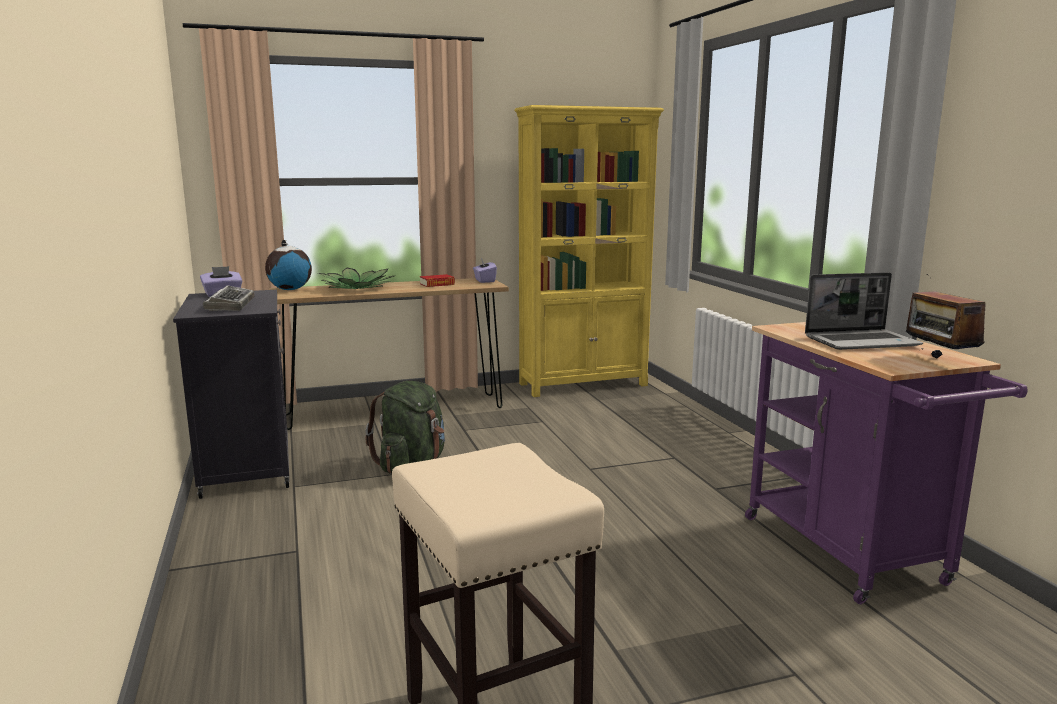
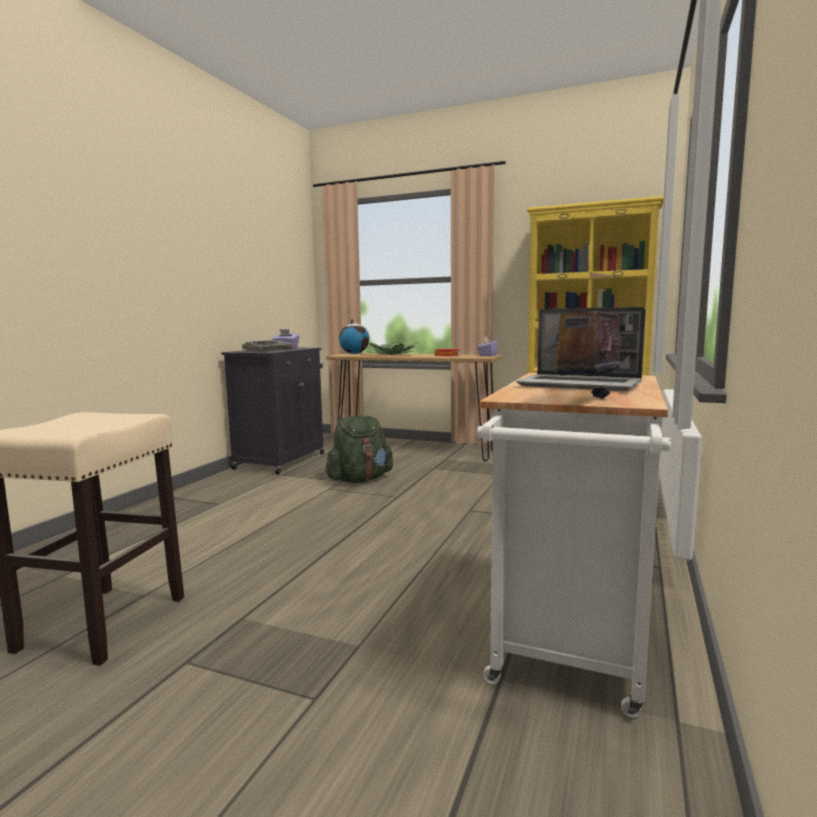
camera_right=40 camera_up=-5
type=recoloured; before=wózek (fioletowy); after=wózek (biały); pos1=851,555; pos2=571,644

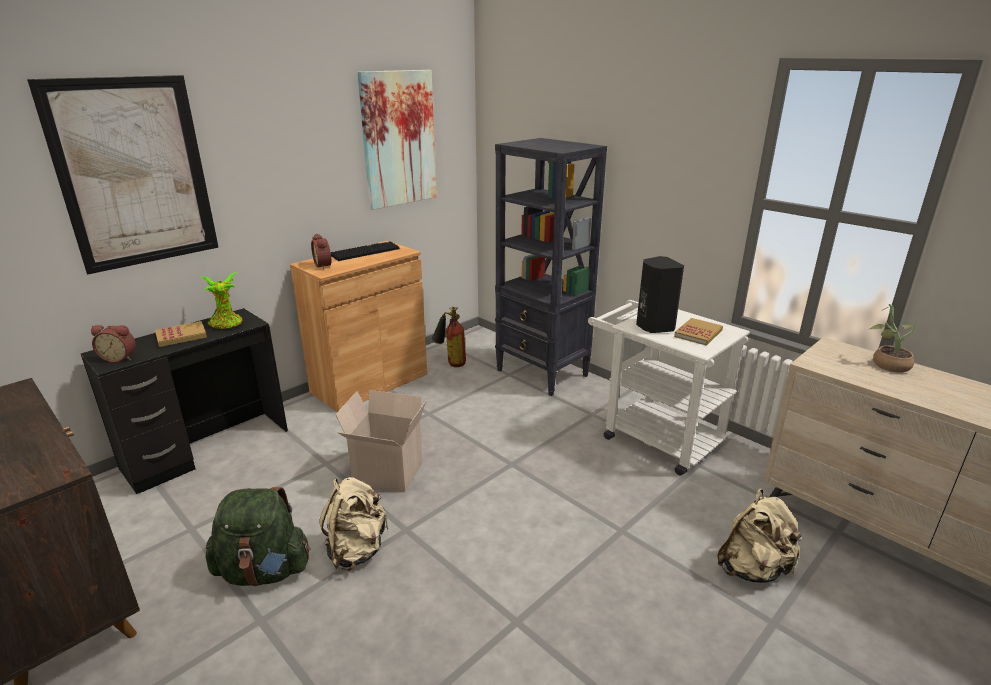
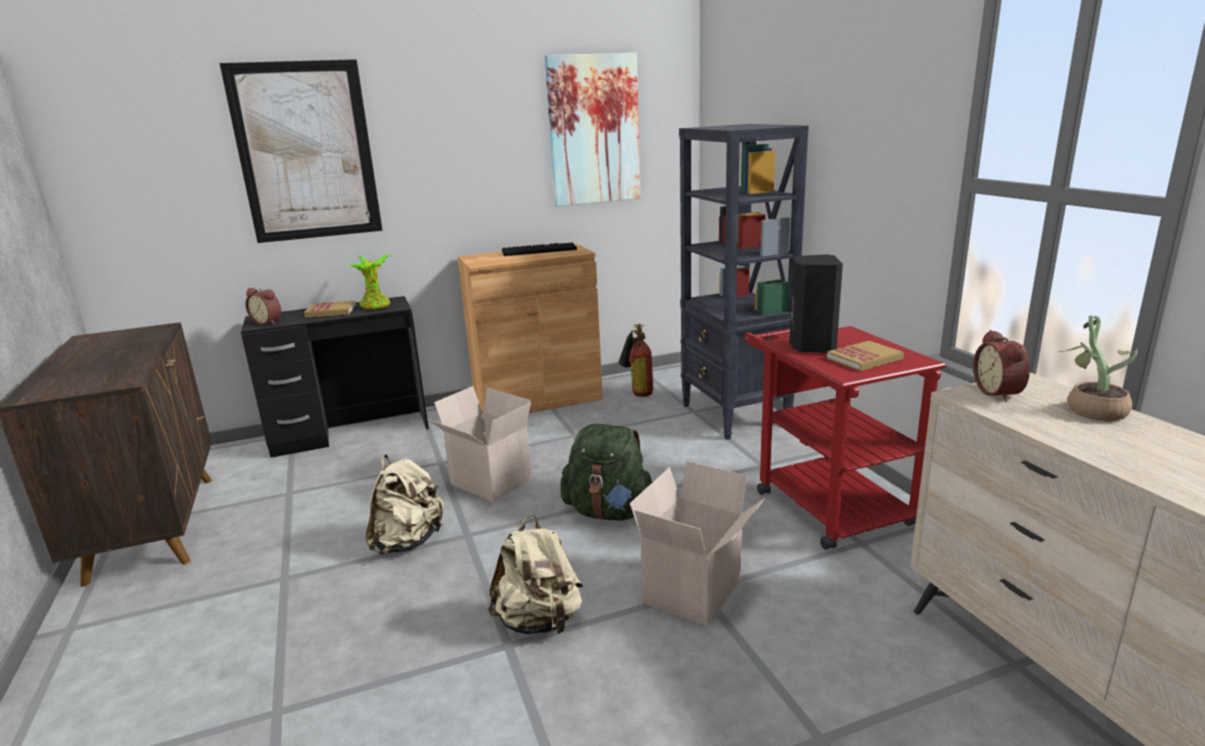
camera_right=25 camera_up=-5
type=moved; before=plecak (zielony); pos1=264,571; pos2=609,512
type=moved; before=budzik; pos1=324,265; pos2=1000,393
type=recoloured; before=wózek (biały); after=wózek (czerwony); pos1=653,436; pos2=824,501
type=moved; before=plecak (beżowy); pos1=753,568; pos2=539,621
type=added; after=karton; pos2=694,593

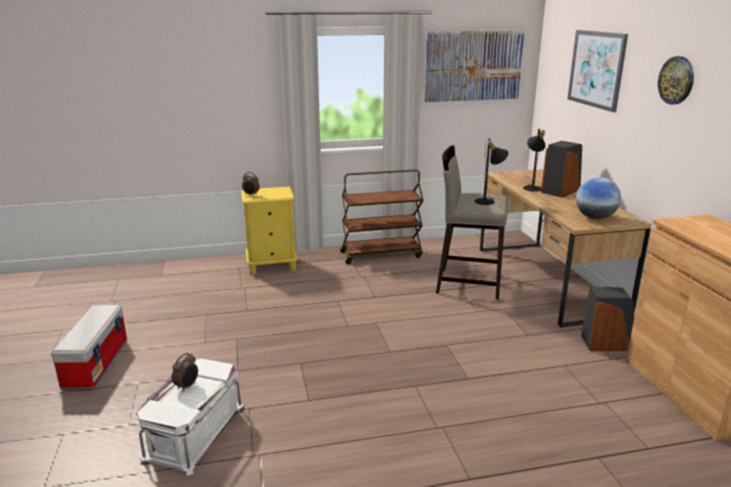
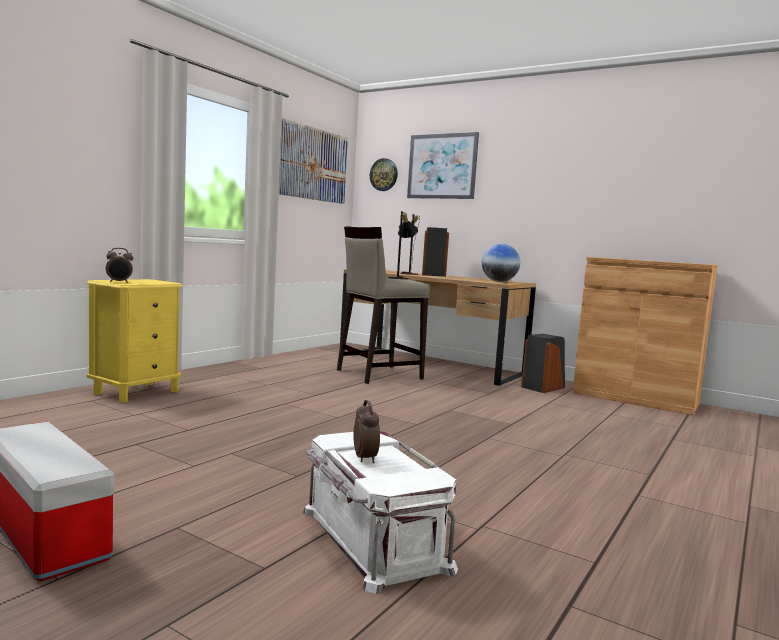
camera_right=-45 camera_up=-15
type=removed; before=wózek (brązowy); pos1=381,254
type=moved; before=zegar ścienny; pos1=676,80; pos2=384,174

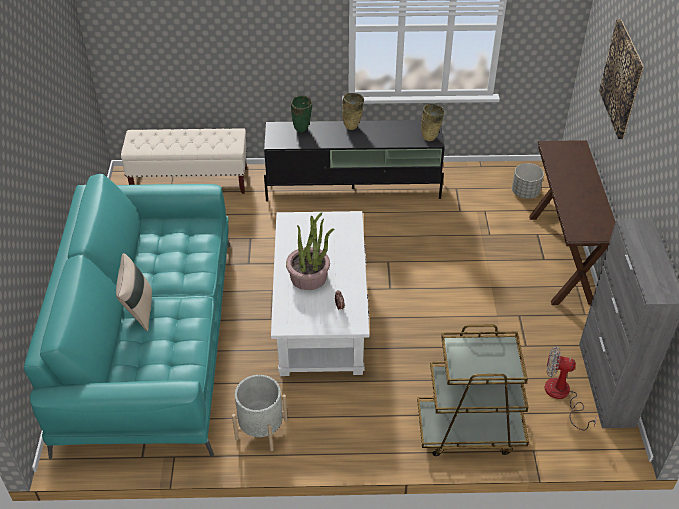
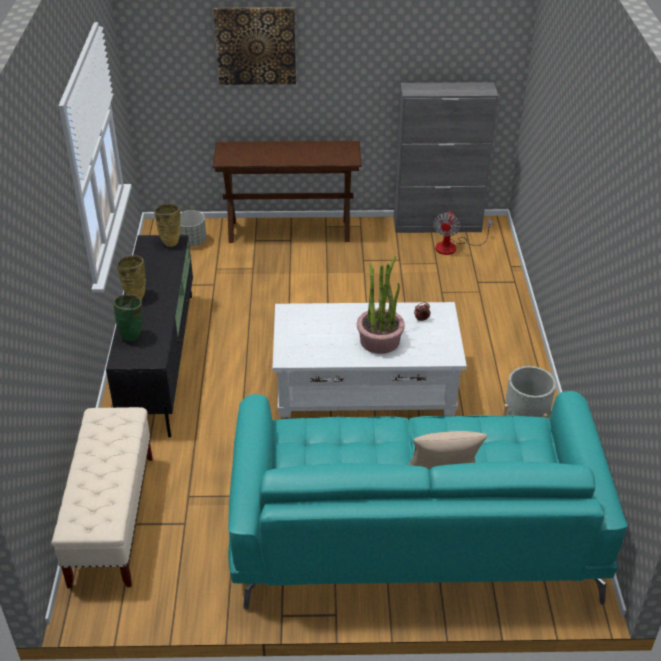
camera_right=-90 camera_up=-5
type=removed; before=wózek (brązowy); pos1=469,430

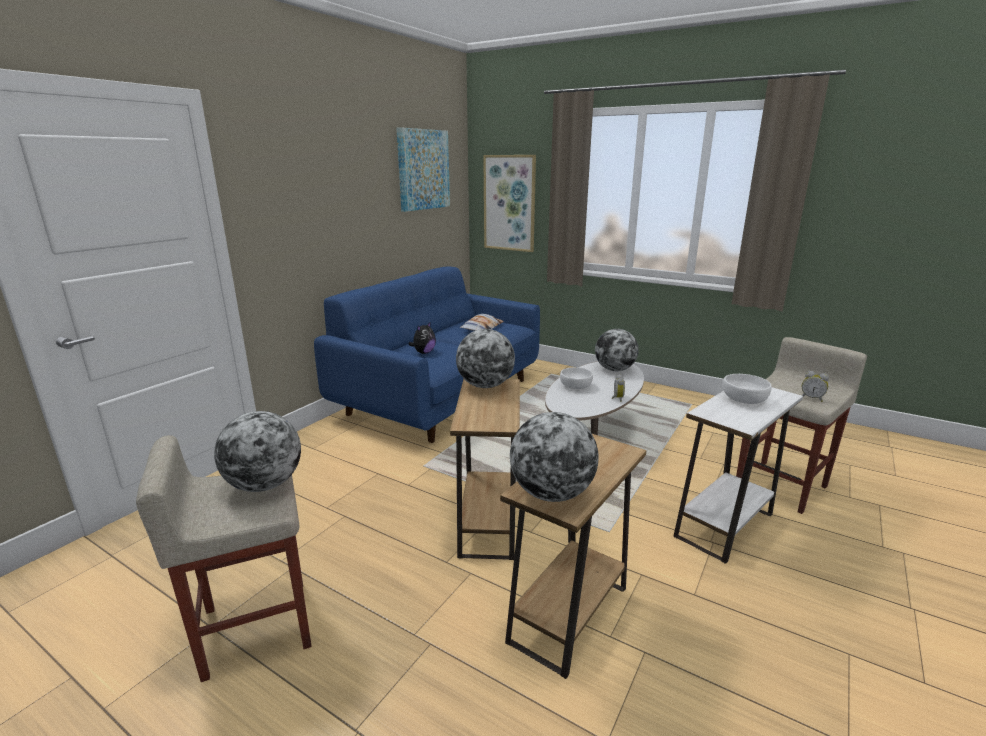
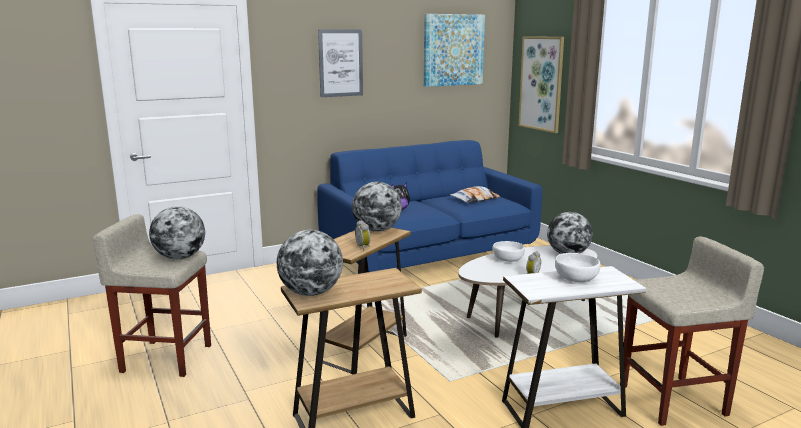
camera_right=30 camera_up=-5
type=moved; before=budzik; pos1=812,398; pos2=364,247
type=added; after=obraz; pos2=340,63

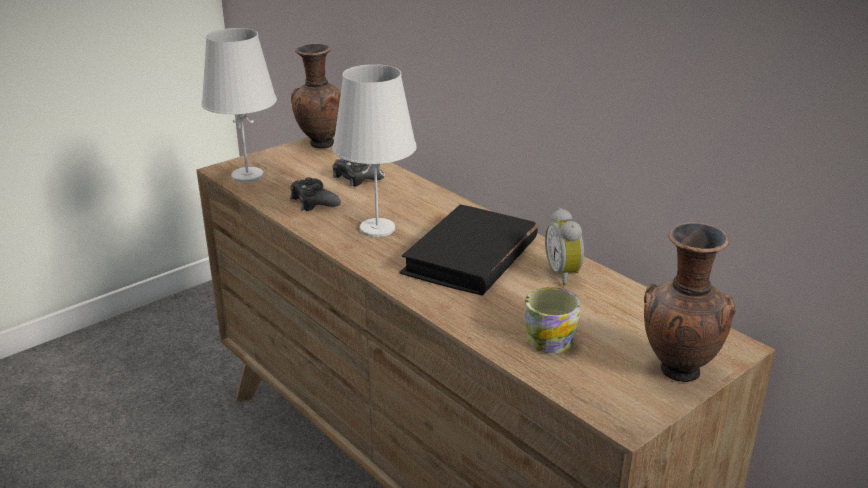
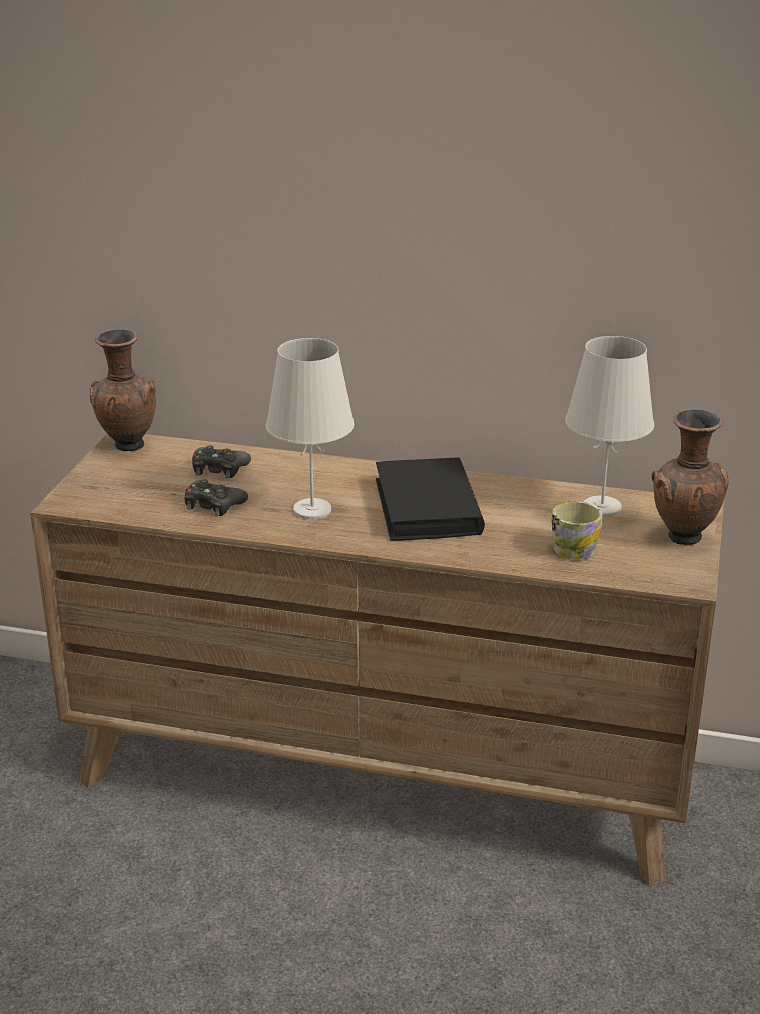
camera_right=-35 camera_up=0
type=moved; before=lampa stołowa (biały); pos1=248,175; pos2=602,507
type=removed; before=budzik; pos1=565,274

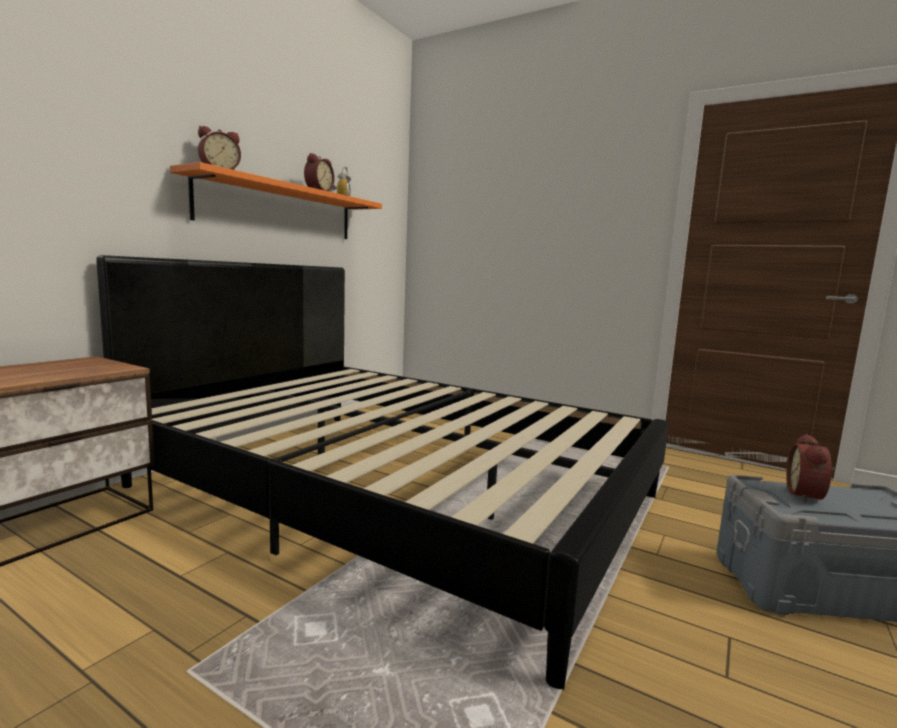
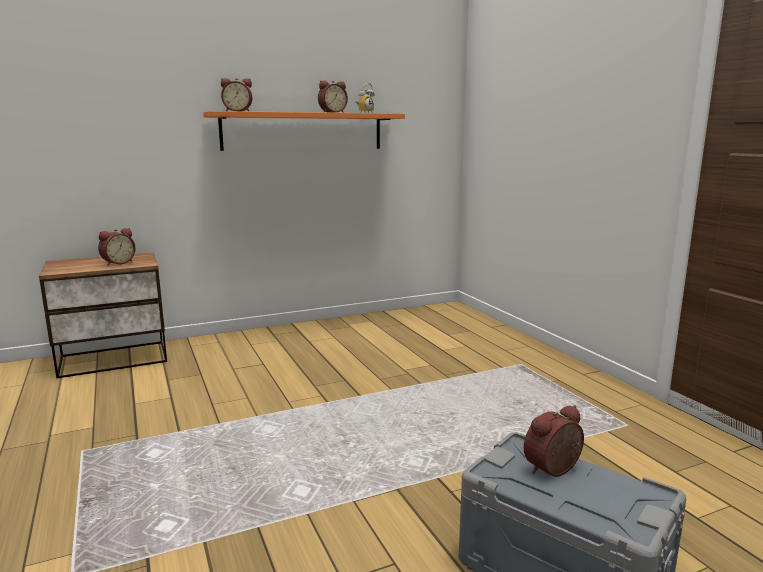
camera_right=35 camera_up=5
type=removed; before=łóżko (czarny); pos1=395,490
type=added; after=budzik; pos2=117,263

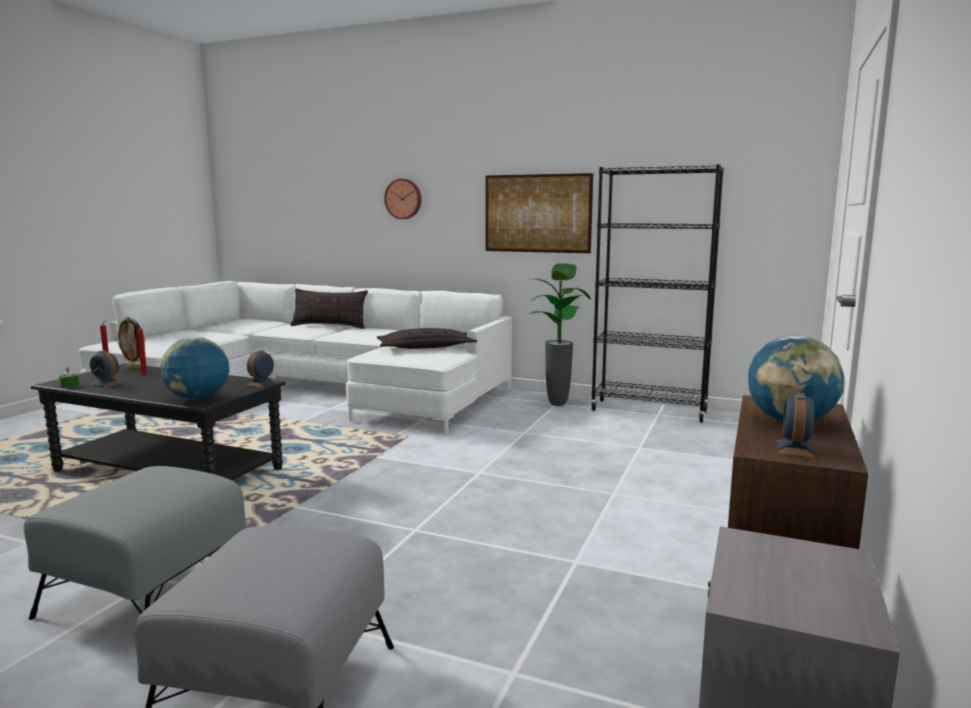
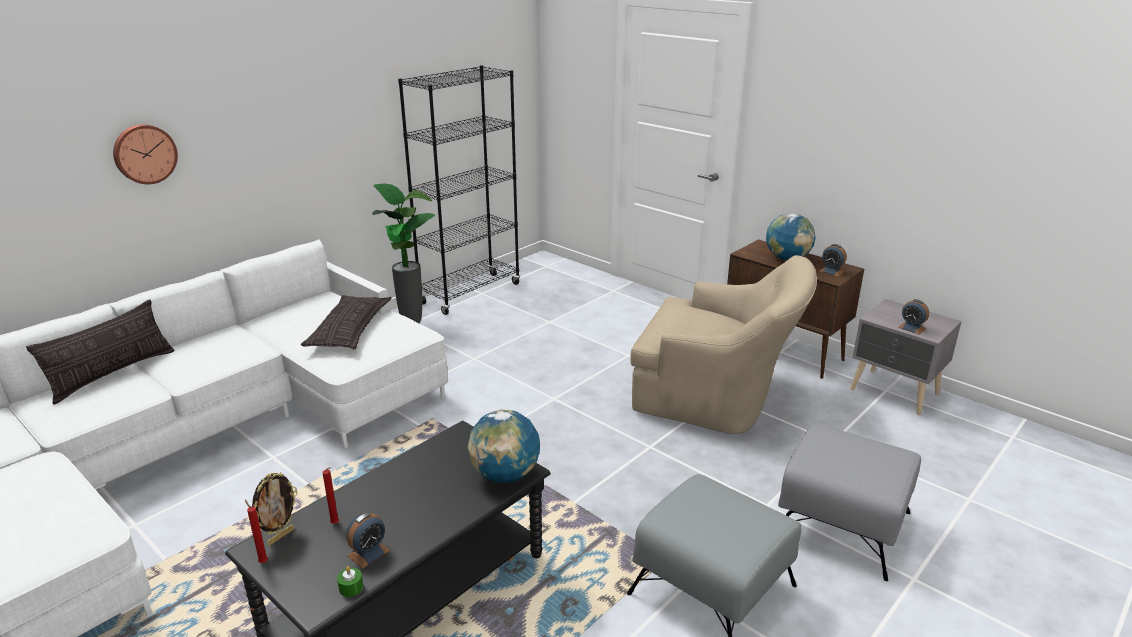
camera_right=-70 camera_up=15
type=moved; before=budzik; pos1=261,383; pos2=912,328
type=removed; before=obraz; pos1=537,213
type=added; after=fotel (beżowy); pos2=717,397

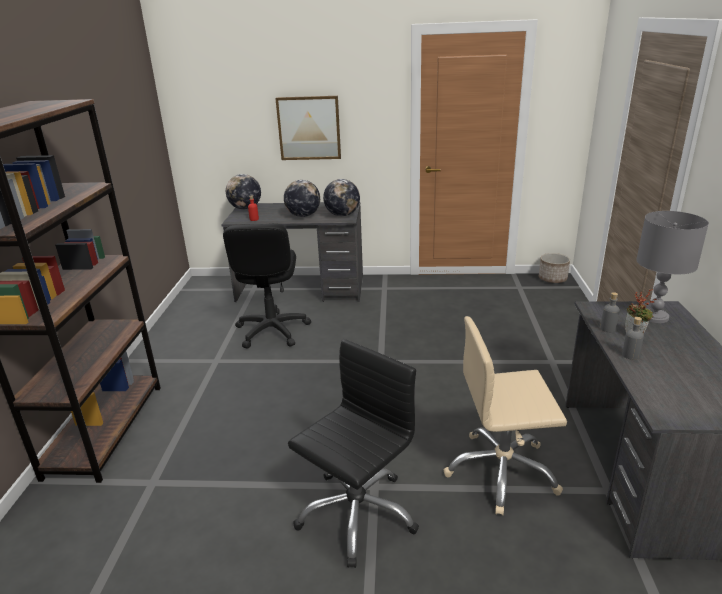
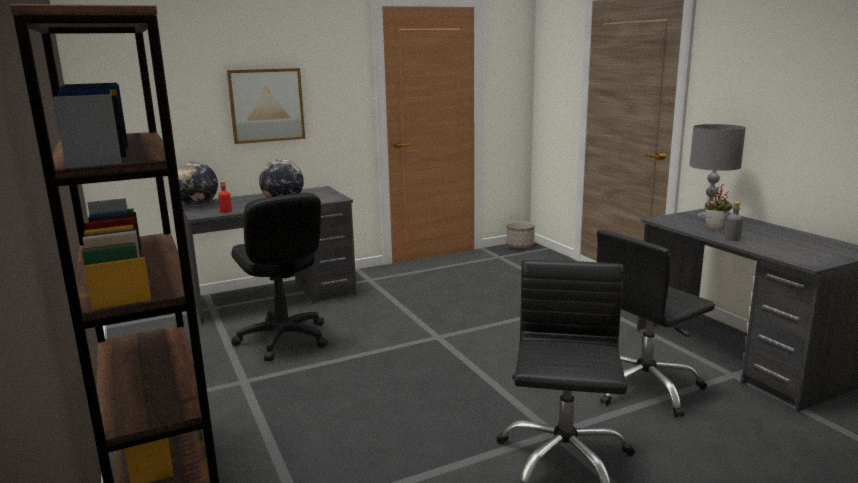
camera_right=-30 camera_up=-10
type=removed; before=globus; pos1=342,215
type=recoloured; before=krzesło biurowe (beżowy); after=krzesło biurowe (czarny); pos1=501,472; pos2=644,387
type=removed; before=butelka (szary); pos1=608,328

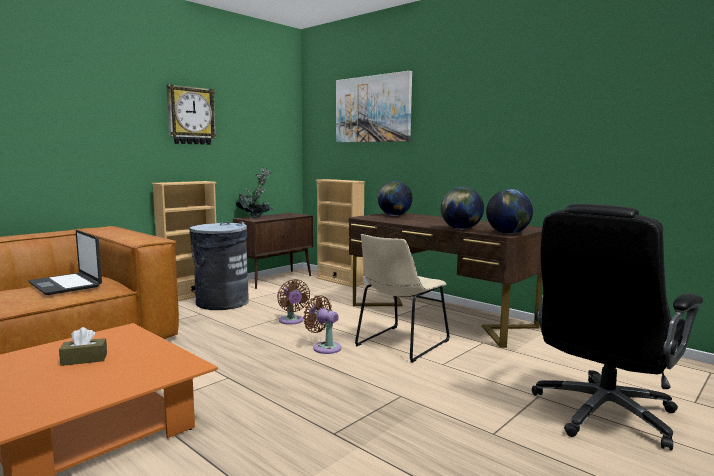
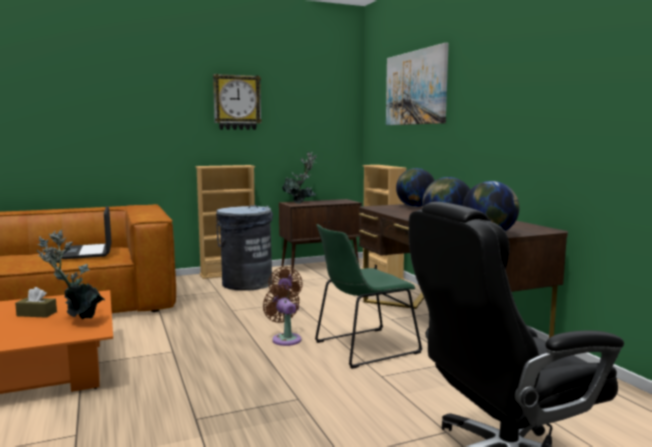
camera_right=25 camera_up=0
type=recoloured; before=krzesło (beżowy); after=krzesło (zielony); pos1=400,344; pos2=362,348
type=added; after=roślina doniczkowa; pos2=77,320

